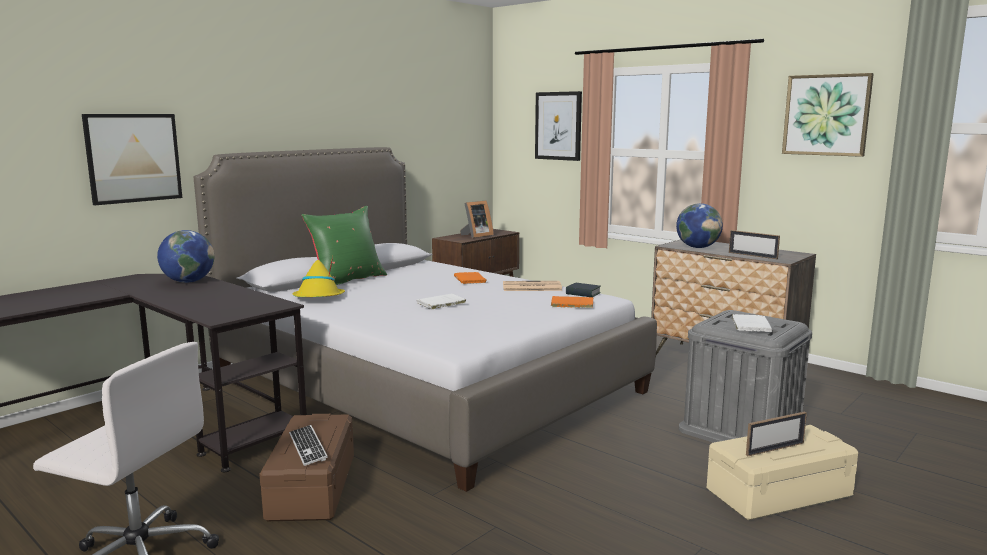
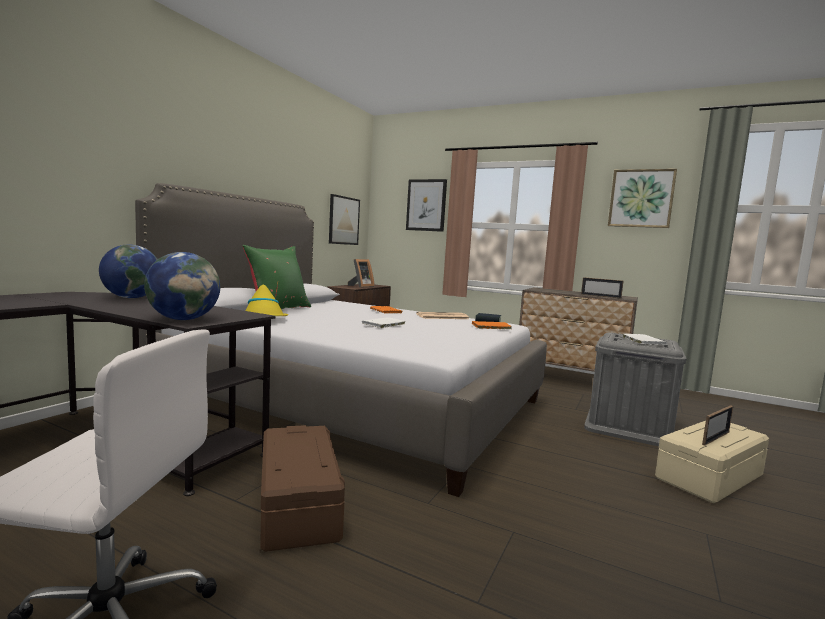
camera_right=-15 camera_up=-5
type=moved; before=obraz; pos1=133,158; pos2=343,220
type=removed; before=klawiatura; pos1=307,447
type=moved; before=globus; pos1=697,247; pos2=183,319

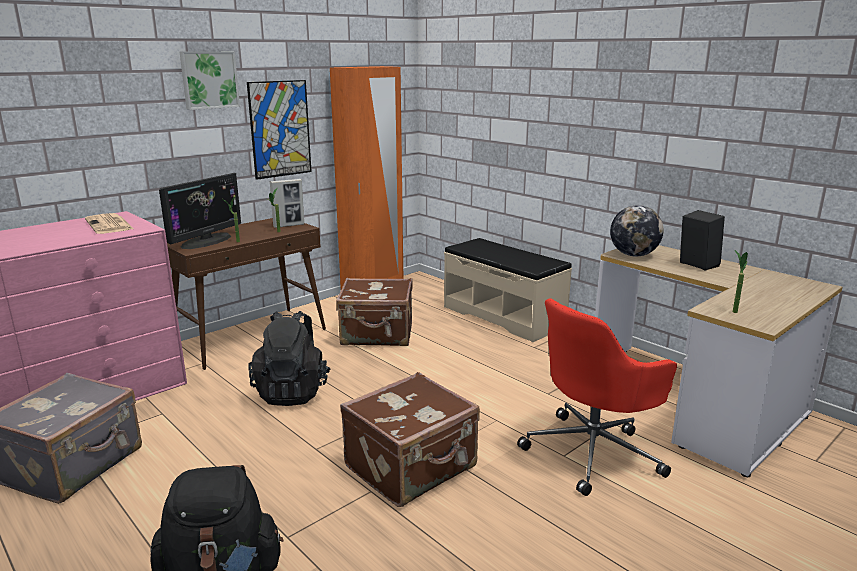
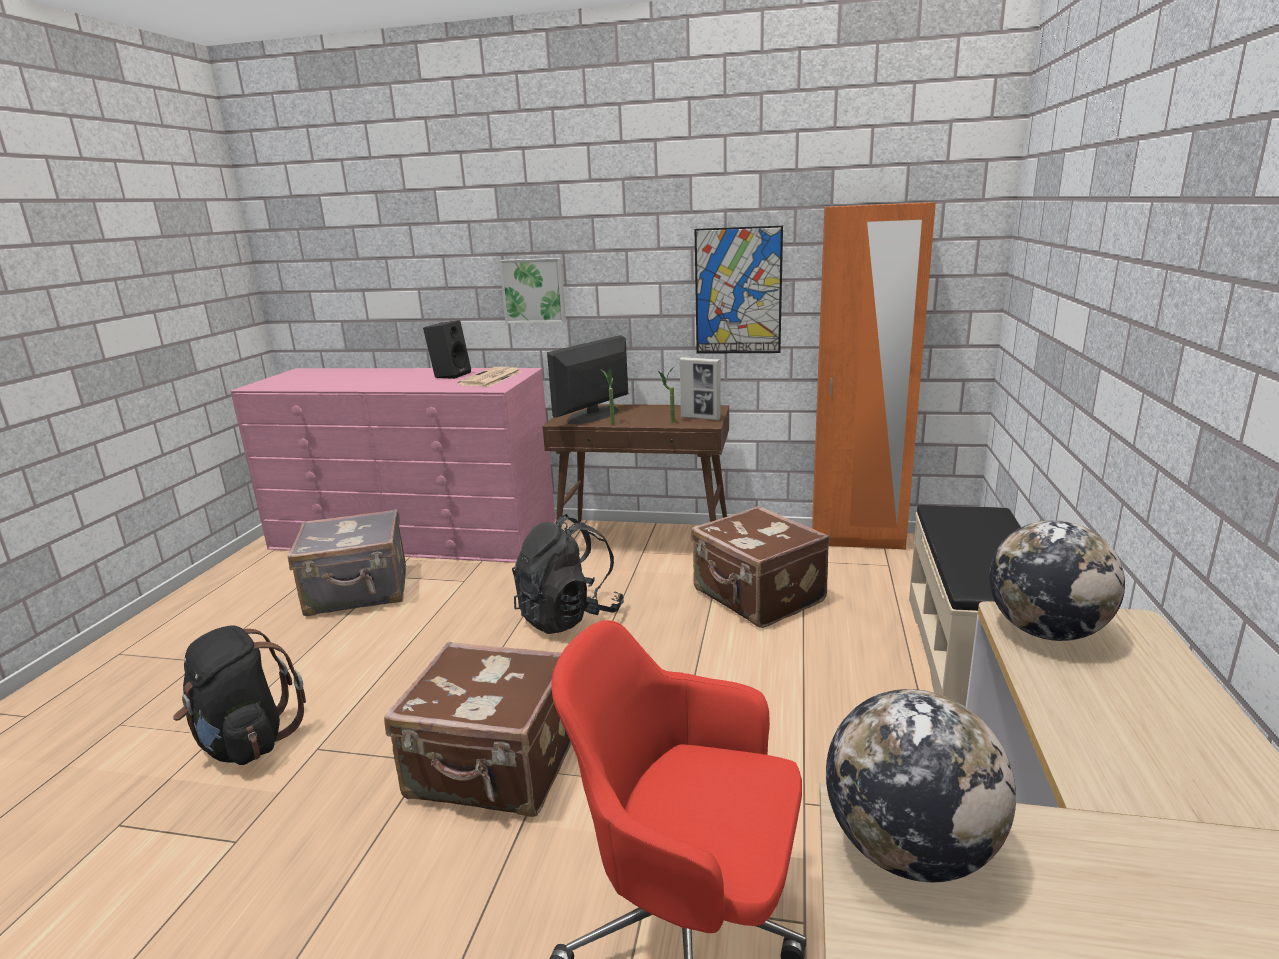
camera_right=55 camera_up=0
type=turned; before=monitor; pos1=206,241; pos2=593,415; turn=135
type=moved; before=obraz; pos1=209,80; pos2=534,290
type=moved; before=głośnik (czarny); pos1=696,265; pos2=450,375
type=replaced; before=roślina doniczkowa; after=globus; pos1=732,310; pos2=909,849

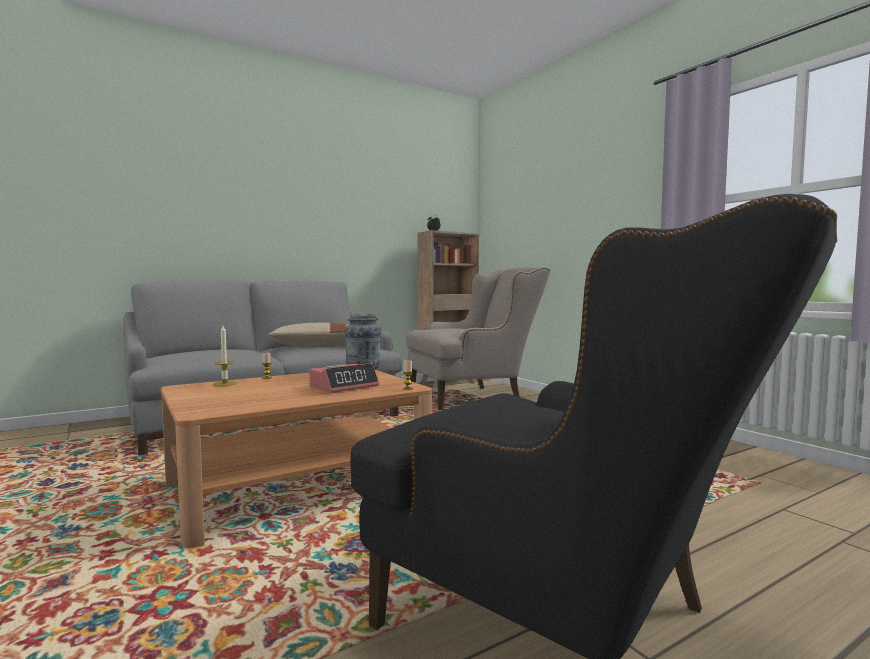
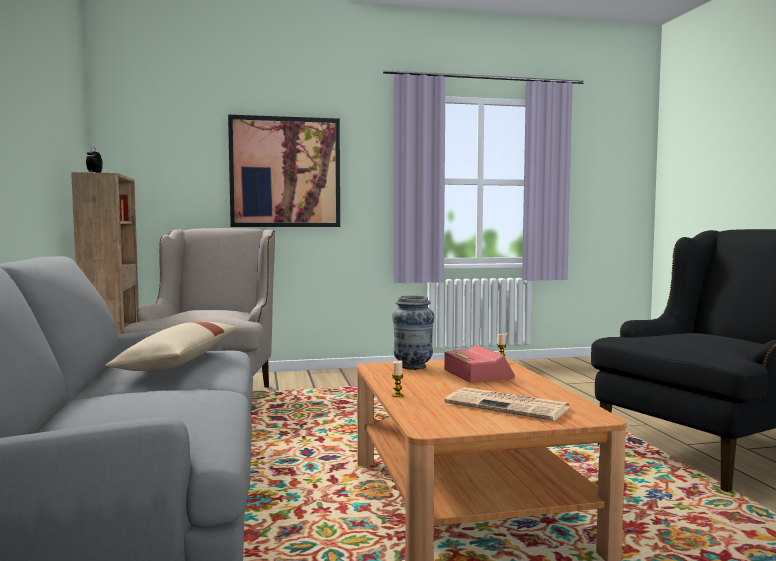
camera_right=-70 camera_up=0
type=removed; before=świeca; pos1=225,384
type=added; after=obraz; pos2=285,172
type=added; after=gazeta; pos2=509,406

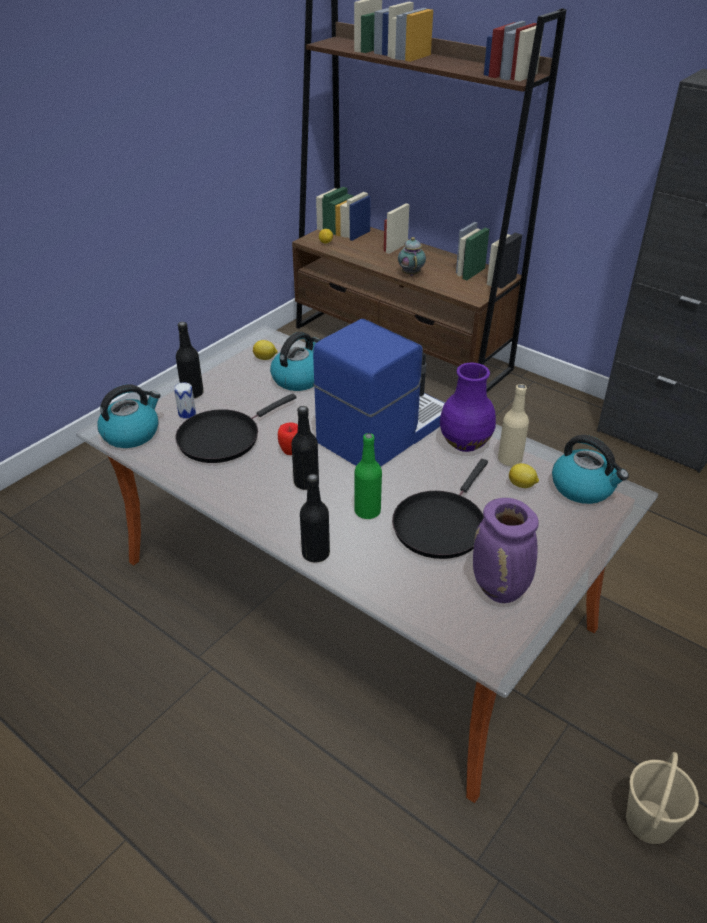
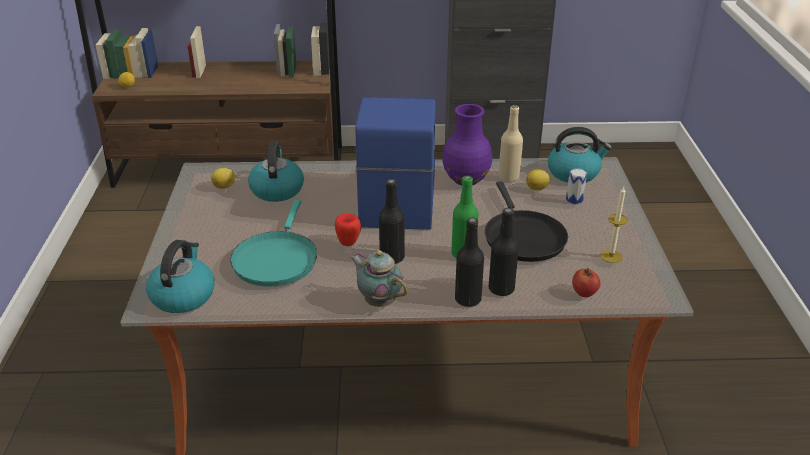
camera_right=-40 camera_up=-5
type=moved; before=puszka; pos1=187,413; pos2=574,199
type=moved; before=butelka (czarny); pos1=192,393; pos2=501,289
type=recoloured; before=patelnia (czarny); after=patelnia (turkusowy); pos1=223,438; pos2=276,259
type=moved; before=imbryk; pos1=411,273; pos2=378,301
type=replaced; before=wazon (fioletowy); after=świeca; pos1=500,590; pos2=611,256
type=removed; before=wiadro (beżowy); pos1=648,822
type=added; after=jabłko; pos2=584,293

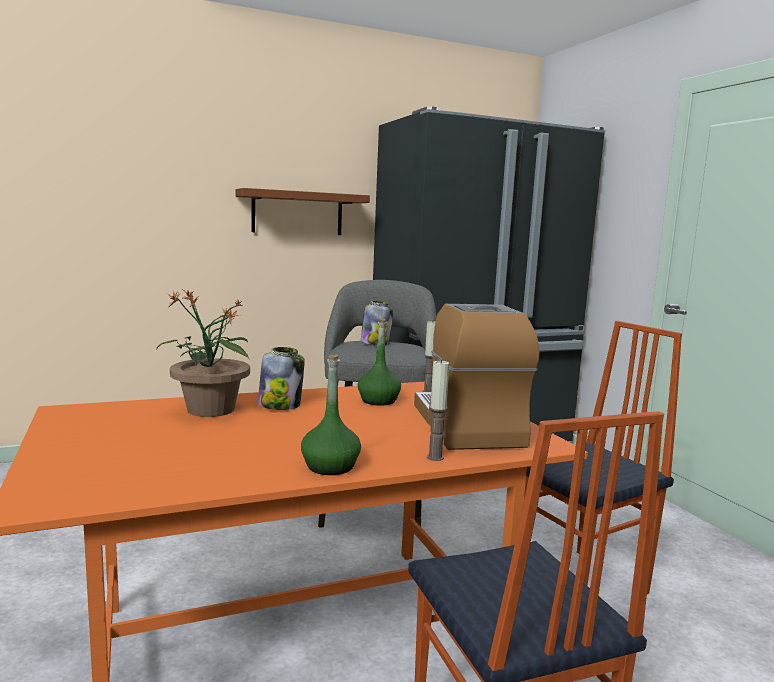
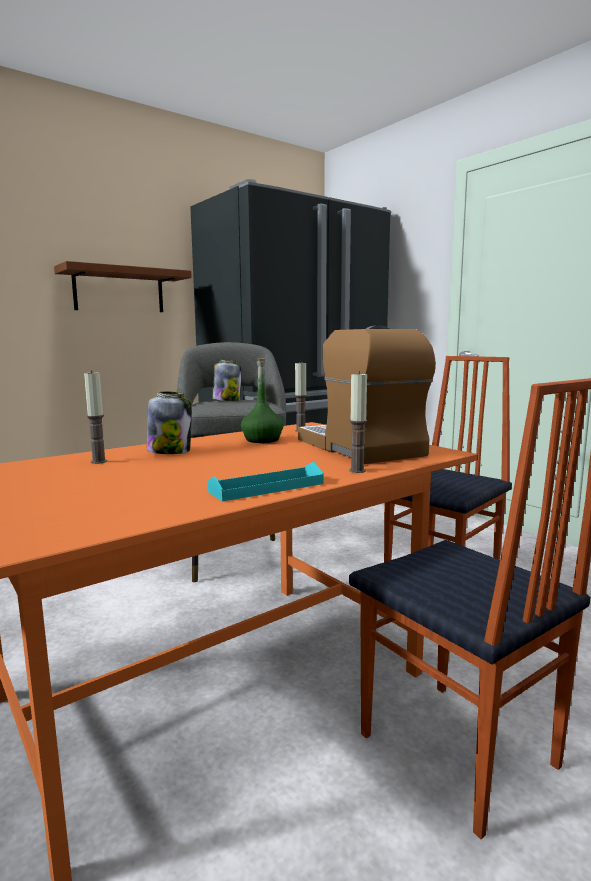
camera_right=-15 camera_up=0
type=replaced; before=roślina doniczkowa; after=świeca; pos1=210,410; pos2=99,461
type=replaced; before=butelka (zielony); after=taca (turkusowy); pos1=330,467; pos2=267,488

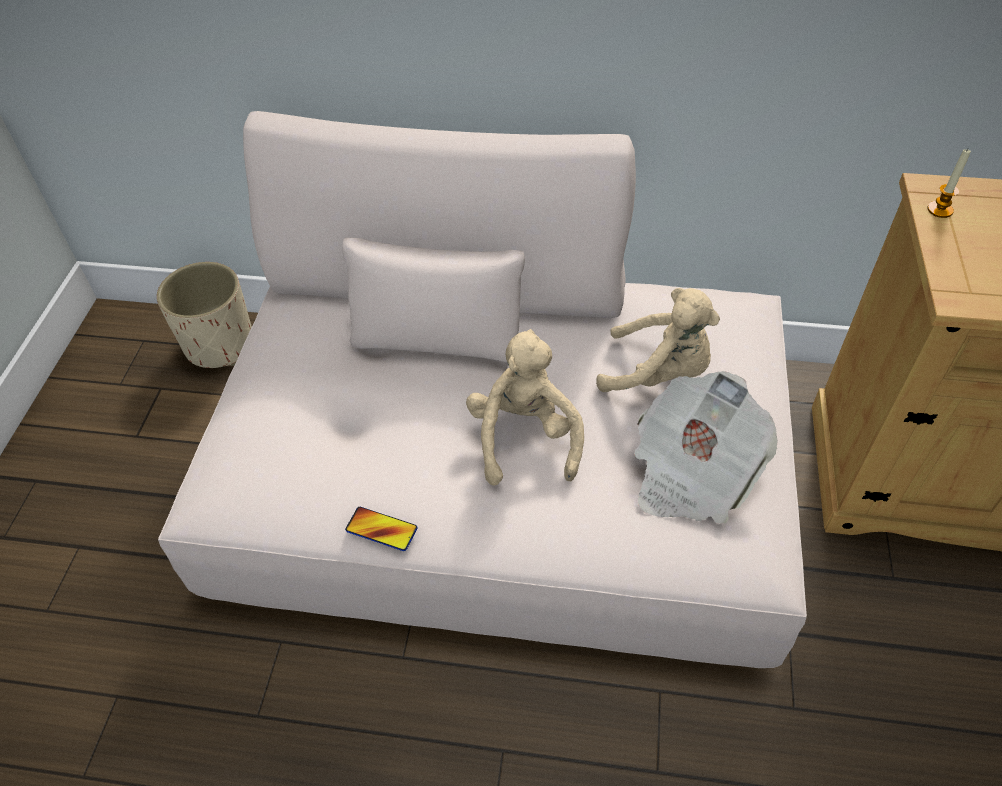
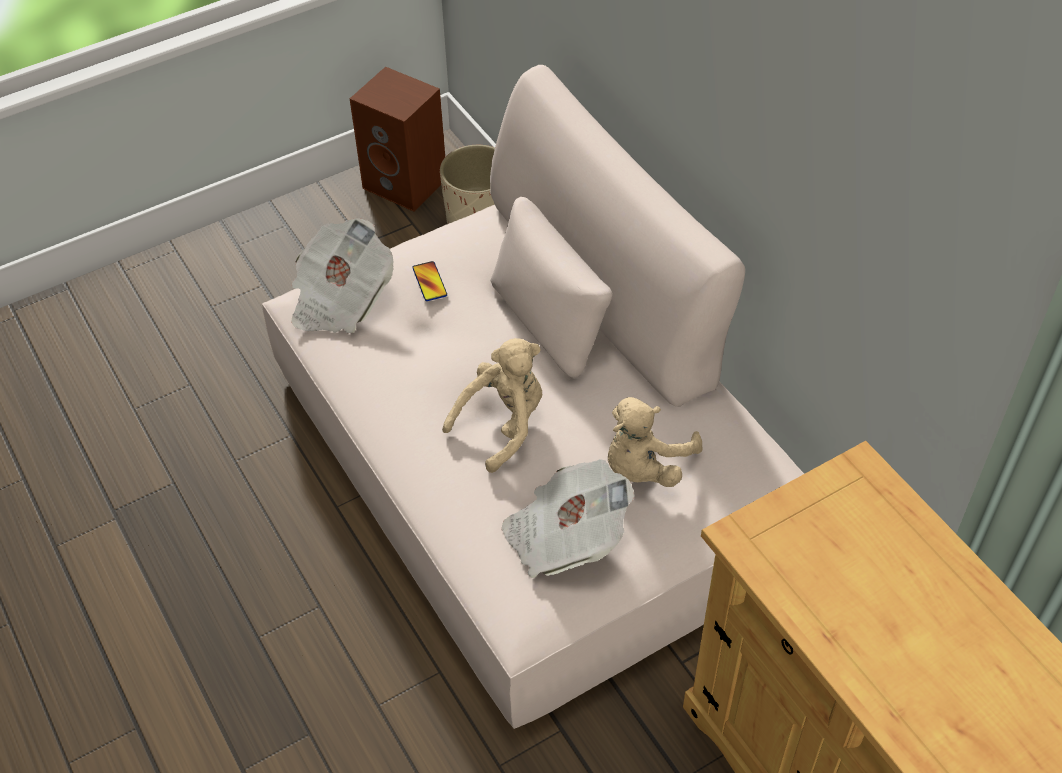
camera_right=50 camera_up=0
type=moved; before=telefon; pos1=381,529; pos2=429,282
type=turned; before=pluszak (beżowy); pos1=659,373; pos2=644,465; turn=60
type=removed; before=świeca; pos1=940,210
type=added; after=gazeta; pos2=340,299
type=added; after=głośnik (brązowy); pos2=407,183

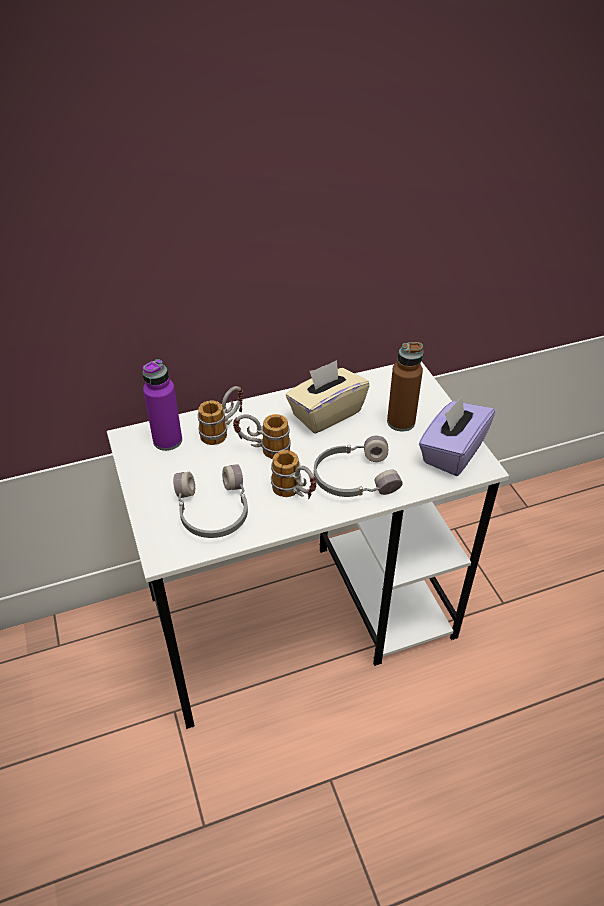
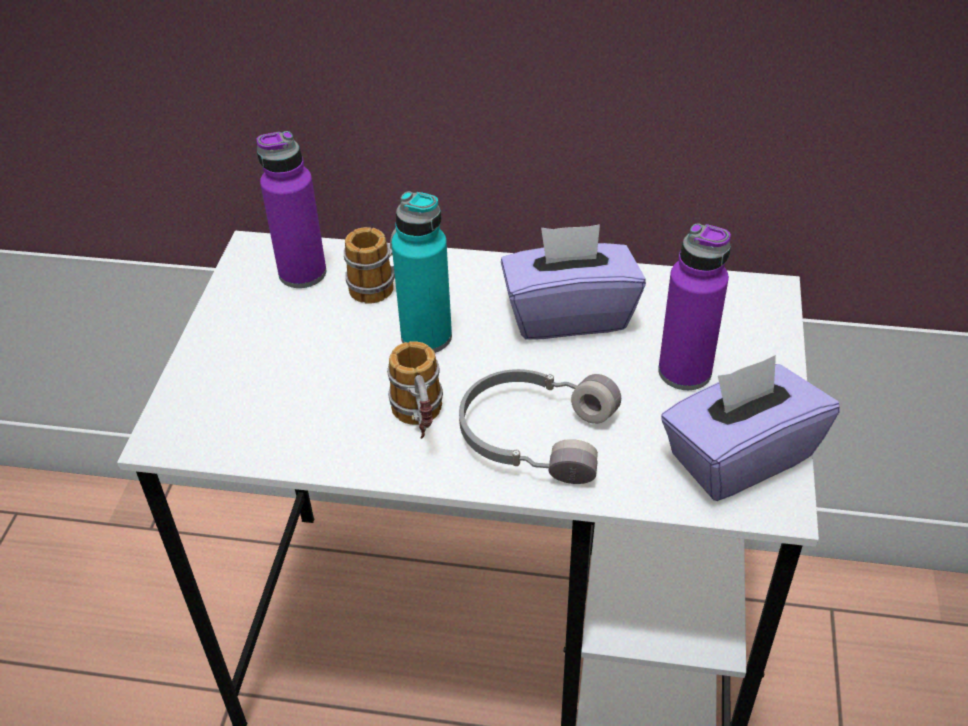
camera_right=30 camera_up=0
type=removed; before=słuchawki (szary); pos1=212,511
type=replaced; before=kubek; after=butelka (turkusowy); pos1=263,450; pos2=426,337
type=recoloured; before=pudełko chusteczek (beżowy); after=pudełko chusteczek (fioletowy); pos1=326,413; pos2=568,314
type=recoloured; before=butelka (brązowy); after=butelka (fioletowy); pos1=401,422; pos2=684,372

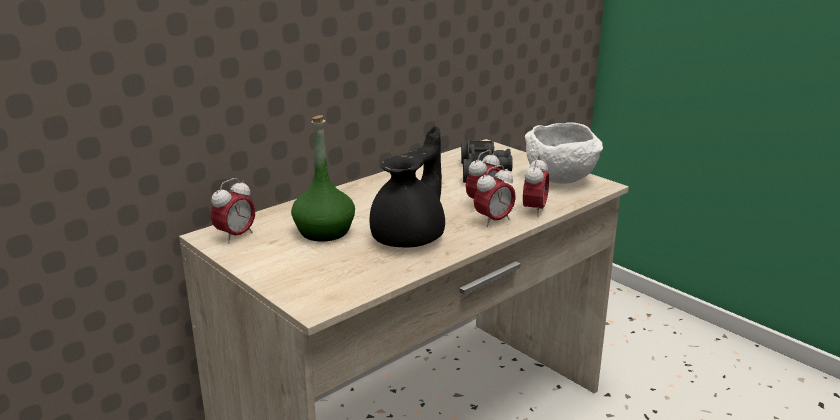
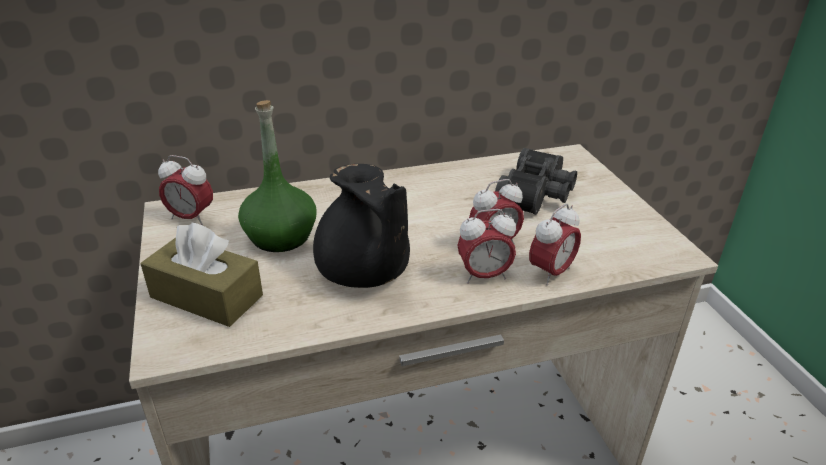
camera_right=25 camera_up=10
type=turned; before=budzik; pos1=235,236; pos2=191,218; turn=45
type=turned; before=imbryk (czarny); pos1=411,237; pos2=364,272; turn=90
type=removed; before=miska (biały); pos1=561,180
type=added; after=pudełko chusteczek (brązowy); pos2=206,296

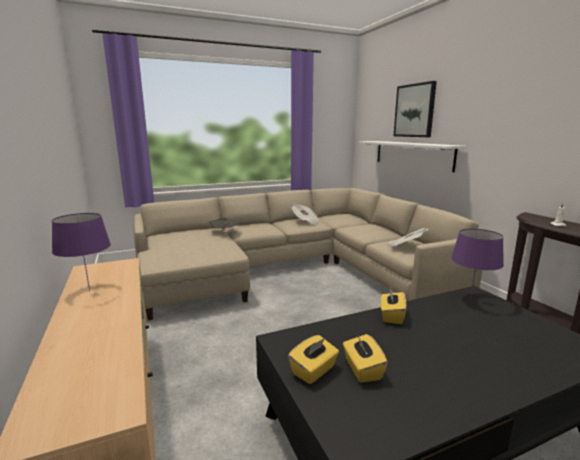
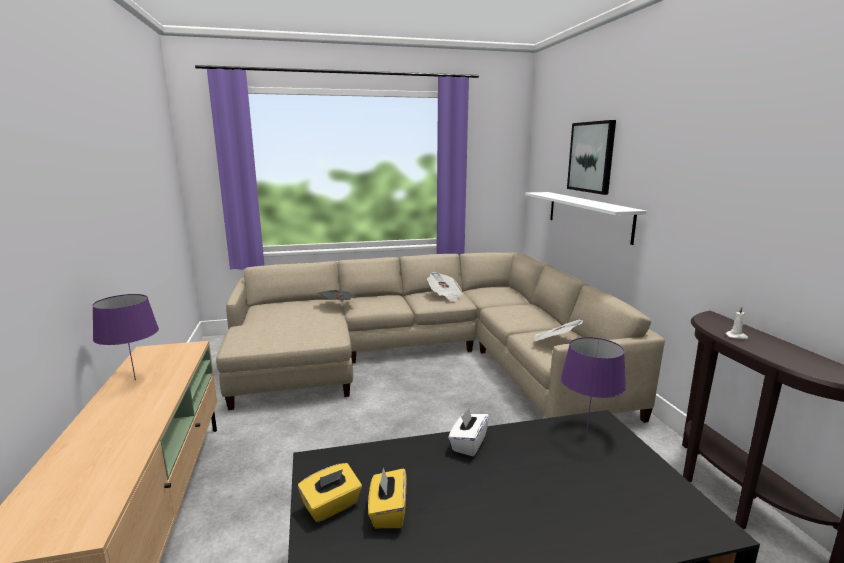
camera_right=10 camera_up=0
type=recoloured; before=pudełko chusteczek (żółty); after=pudełko chusteczek (biały); pos1=391,316; pos2=468,444

